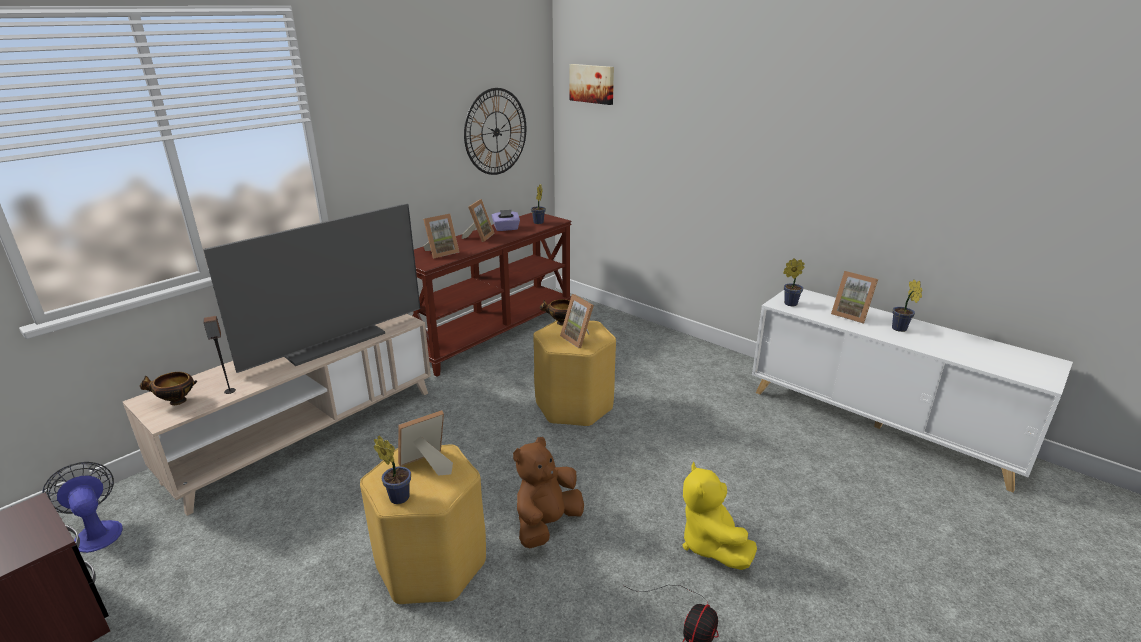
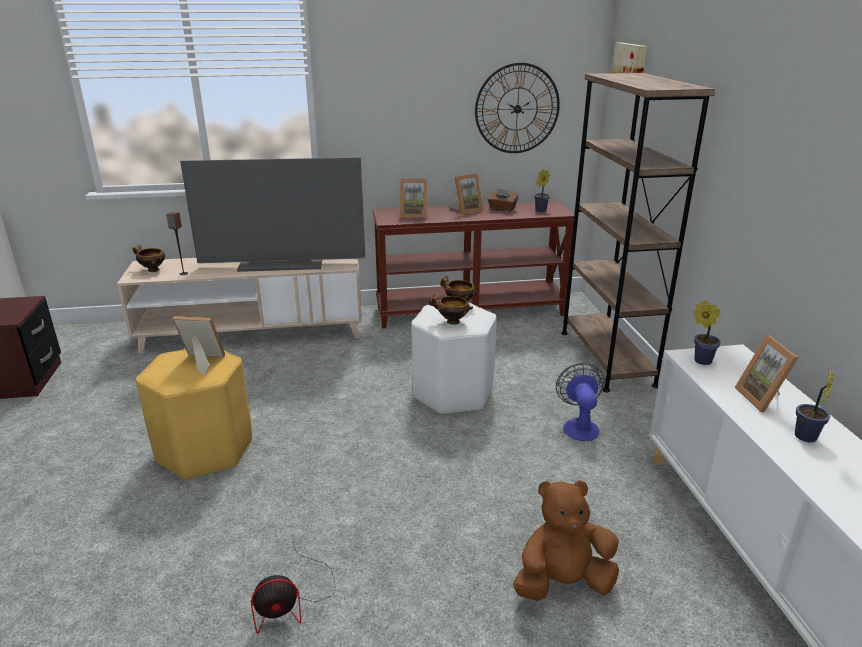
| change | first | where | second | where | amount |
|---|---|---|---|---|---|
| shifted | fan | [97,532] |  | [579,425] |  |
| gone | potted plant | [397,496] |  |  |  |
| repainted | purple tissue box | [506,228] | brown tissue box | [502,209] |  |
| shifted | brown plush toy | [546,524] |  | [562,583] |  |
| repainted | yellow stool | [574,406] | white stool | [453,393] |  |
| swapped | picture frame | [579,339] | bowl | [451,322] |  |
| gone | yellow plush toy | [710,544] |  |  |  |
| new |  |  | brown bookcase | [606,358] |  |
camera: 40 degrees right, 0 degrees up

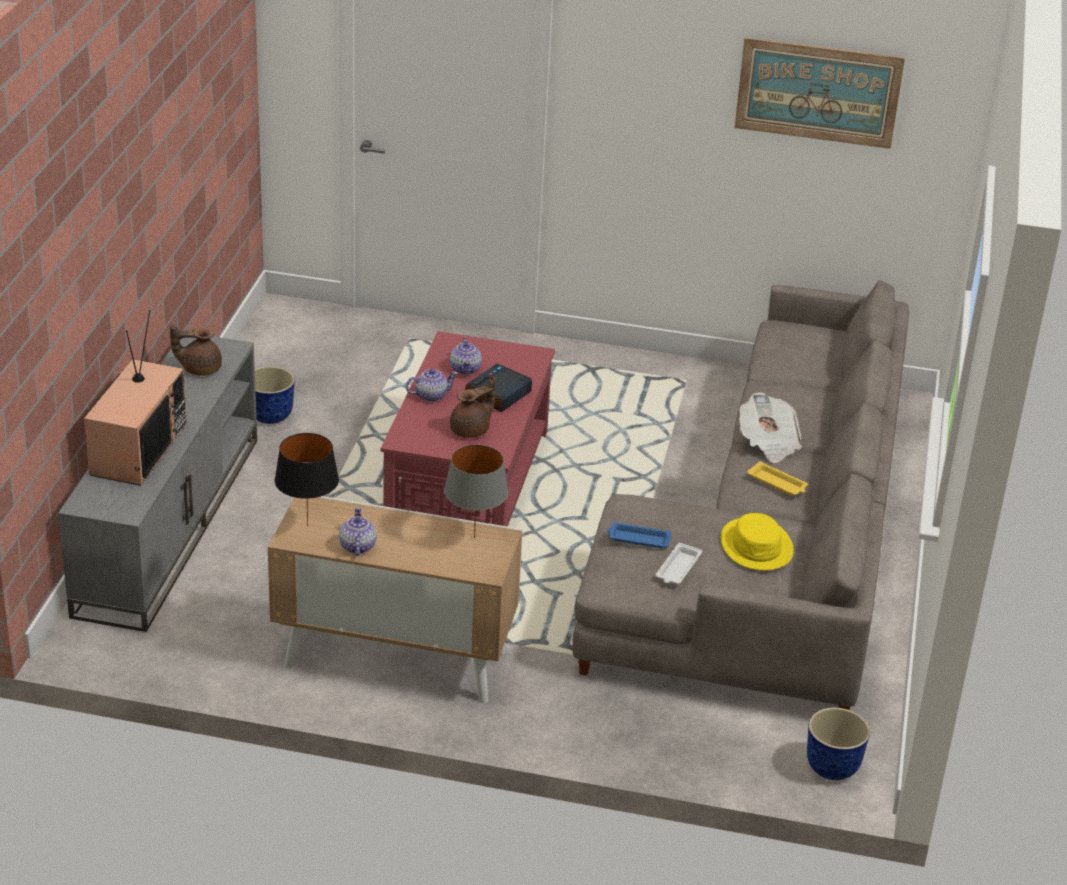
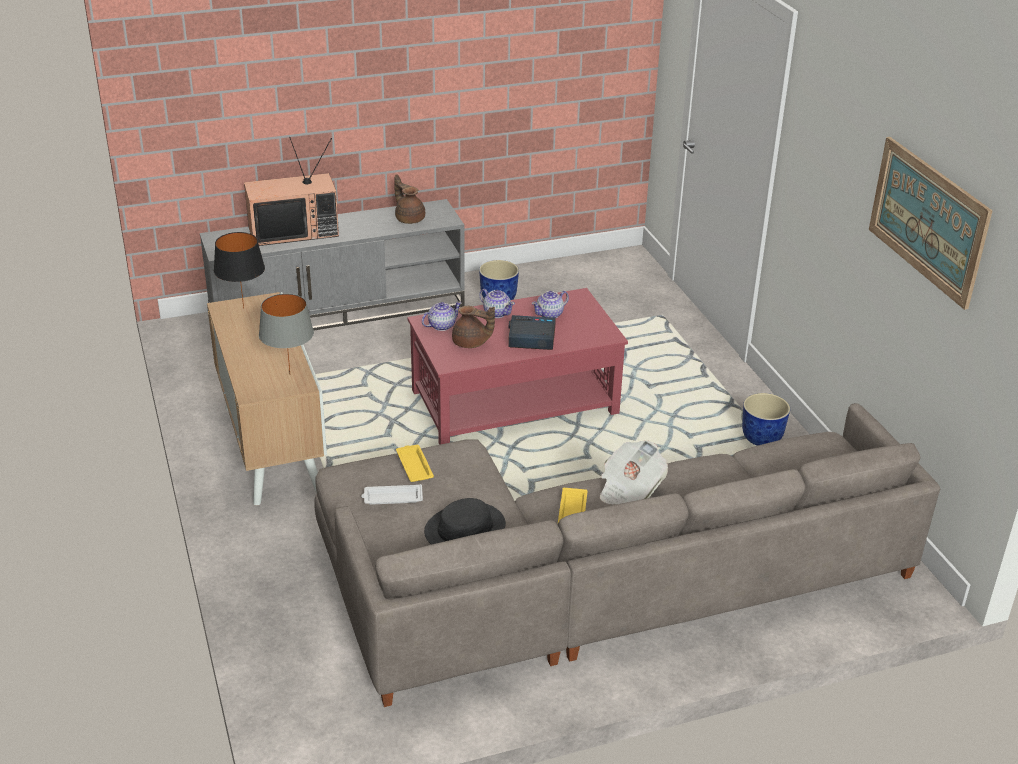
| change | first | where | second | where | amount |
|---|---|---|---|---|---|
| shifted | teapot | [357,547] |  | [441,326] |  |
| repainted | blue tray | [638,539] | yellow tray | [414,466] |  |
| repainted | yellow hat | [756,546] | black hat | [465,529] |  |
| shifted | planter | [833,768] |  | [761,439] |  |
camera: 60 degrees right, 0 degrees up

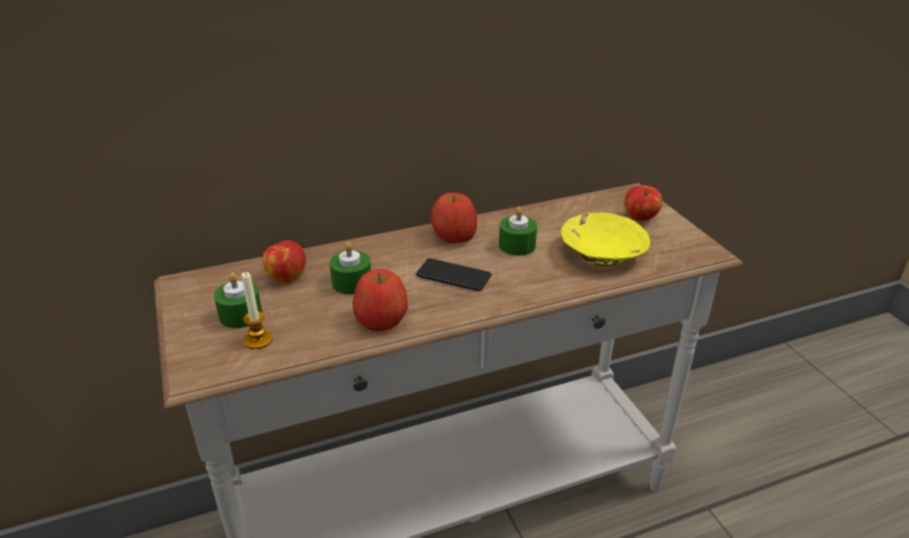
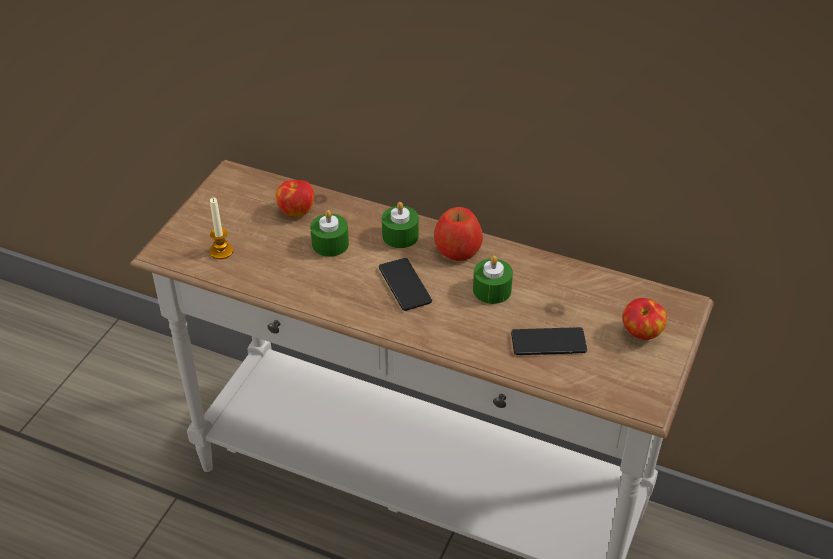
| change | first | where | second | where | amount |
|---|---|---|---|---|---|
| shifted | green candle | [240,315] |  | [400,236] |  |
| gone | apple | [381,319] |  |  |  |
| swapped | yellow bowl | [601,253] | phone | [548,342] |  |
camera: 45 degrees right, 10 degrees up

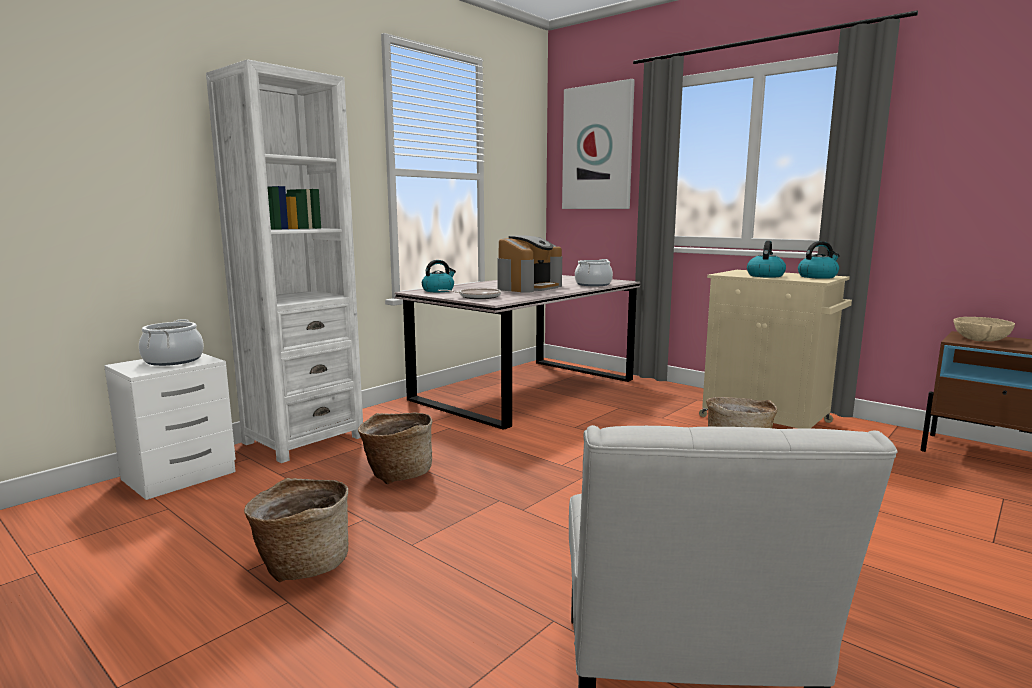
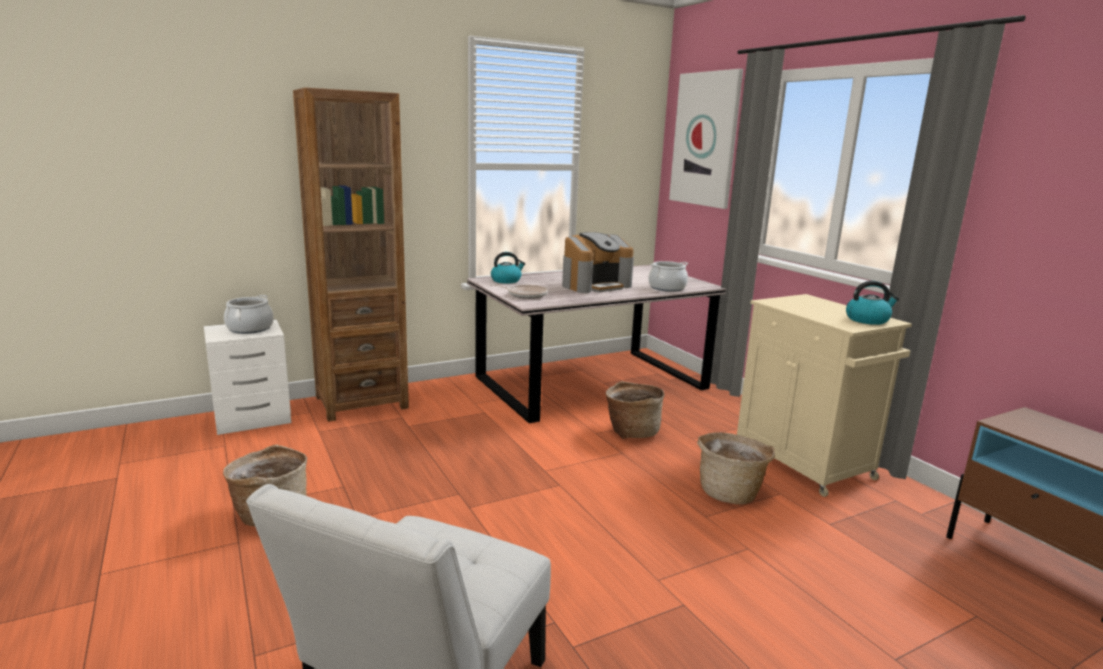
| change | first | where | second | where | amount |
|---|---|---|---|---|---|
| repainted | white bookcase | [303,440] | brown bookcase | [361,402] |  |
| shifted | basket | [397,474] |  | [631,432] |  |
| gone | kettle | [765,276] |  |  |  |
| gone | beige bowl | [980,339] |  |  |  |
camera: 20 degrees right, 5 degrees up

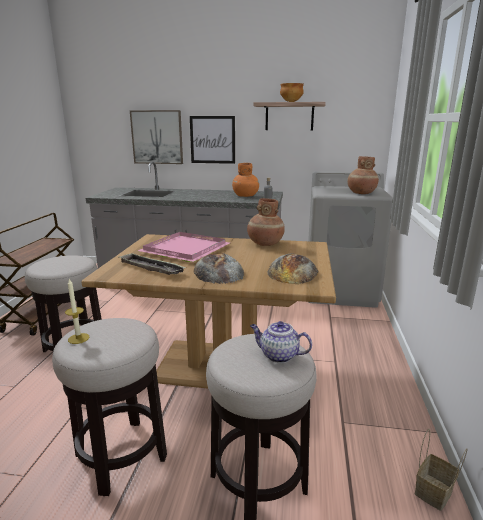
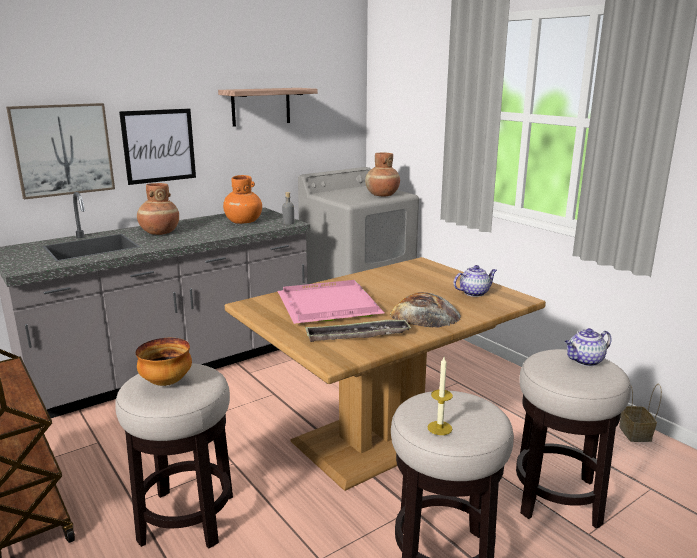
| change | first | where | second | where | amount |
|---|---|---|---|---|---|
| shifted | brown vase | [265,243] |  | [159,232] |  |
| swapped | bread | [293,272] | teapot | [474,293] |  |
| shifted | bowl | [291,102] |  | [166,382] |  |
camera: 45 degrees left, 0 degrees up

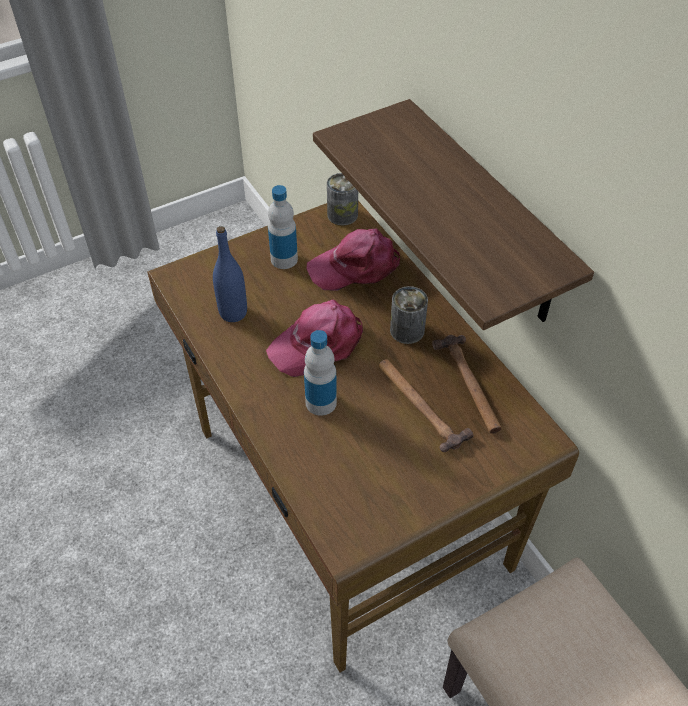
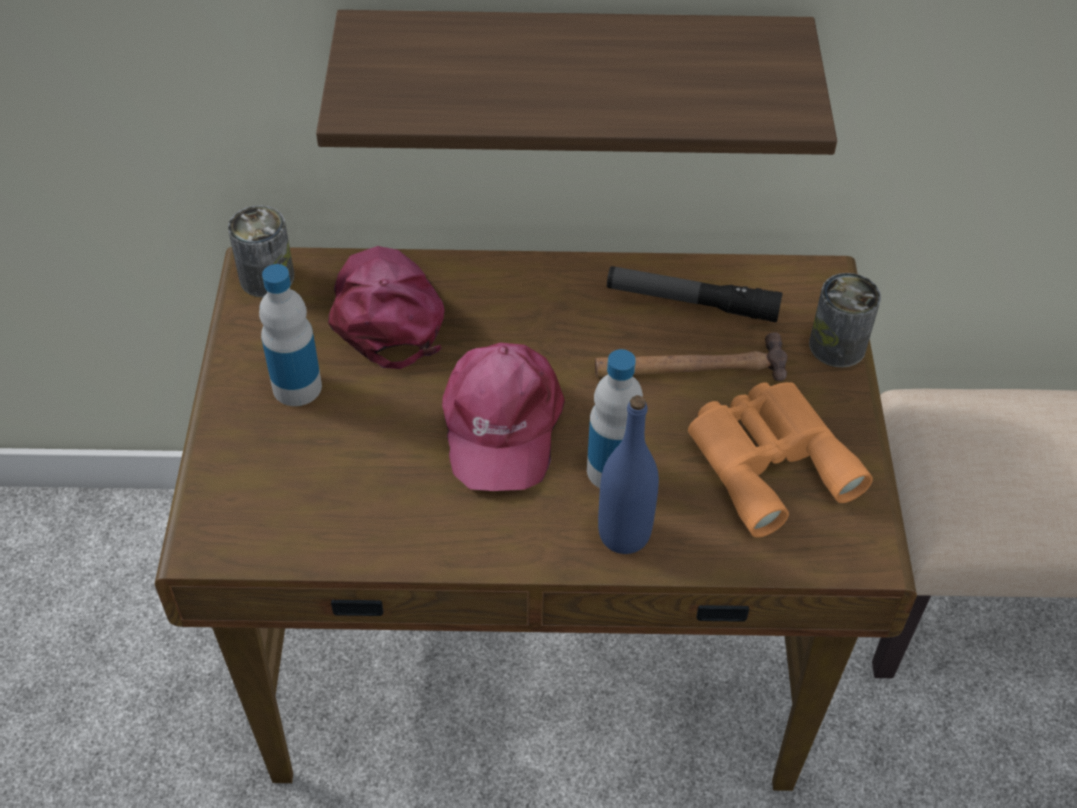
| change | first | where | second | where | amount |
|---|---|---|---|---|---|
| shifted | blue bottle | [233,313] |  | [624,534] |  |
| rotated | pink cap | [355,267] |  | [387,313] | 150 degrees clockwise |
| shifted | can | [407,330] |  | [837,346] |  |
| swapped | hammer | [469,385] | flashlight | [691,302] |  |
| new |  |  | orange binoculars | [768,459] |  |
camera: 60 degrees left, 0 degrees up

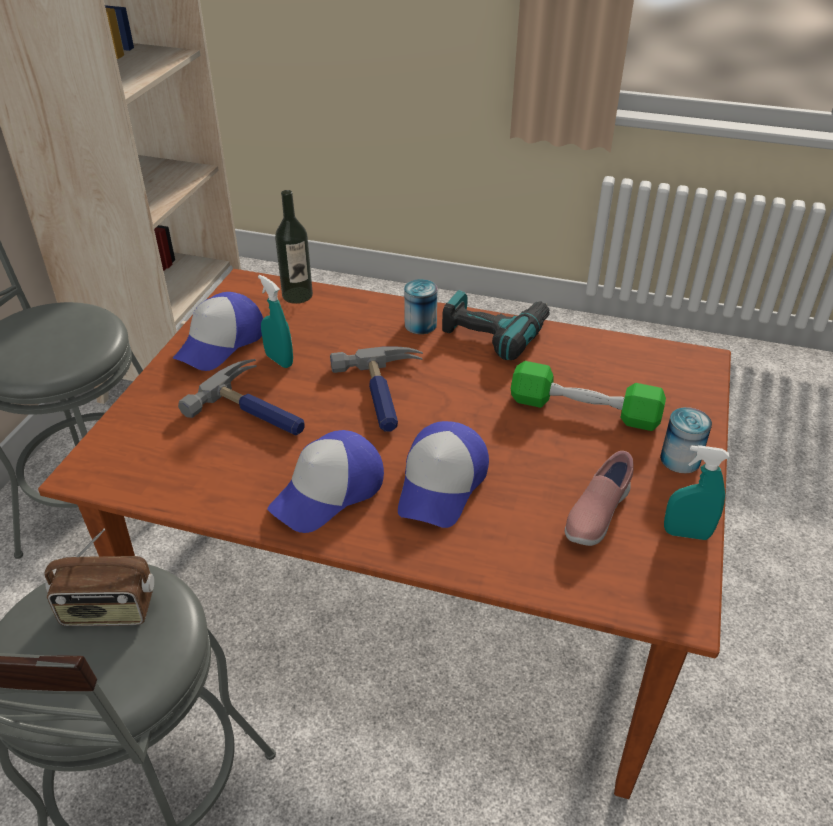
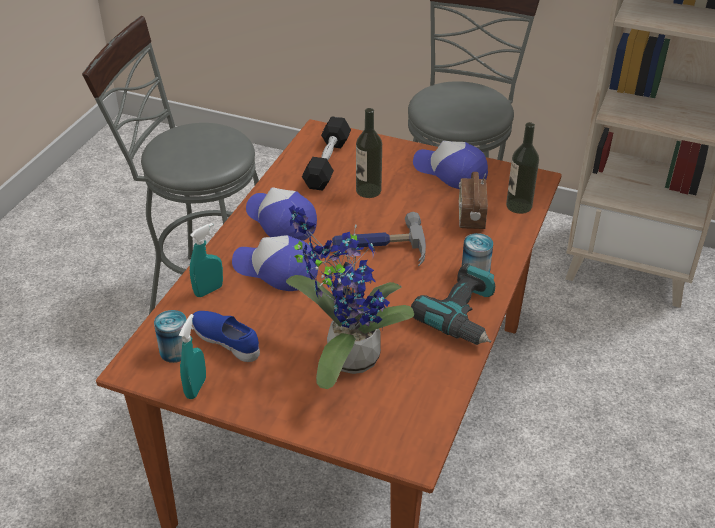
| change | first | where | second | where | amount |
|---|---|---|---|---|---|
| shifted | radio | [108,611] |  | [470,217] |  |
| swapped | hammer | [257,410] | bottle | [368,190] |  |
| shifted | turquoise spray bottle | [279,360] |  | [209,290] |  |
| swapped | green dumbbell | [584,410] | potted plant | [346,356] |  |
| repainted | pink shoe | [596,515] | blue shoe | [227,342] |  |
| shifted | can | [680,459] |  | [175,351] |  |
| new |  |  | black dumbbell | [327,163] |  |
camera: 95 degrees right, 0 degrees up

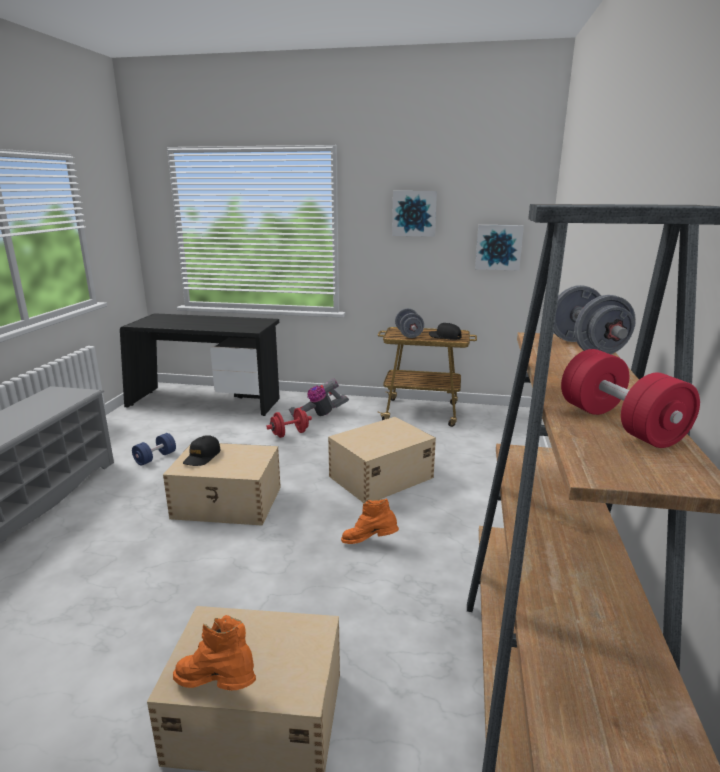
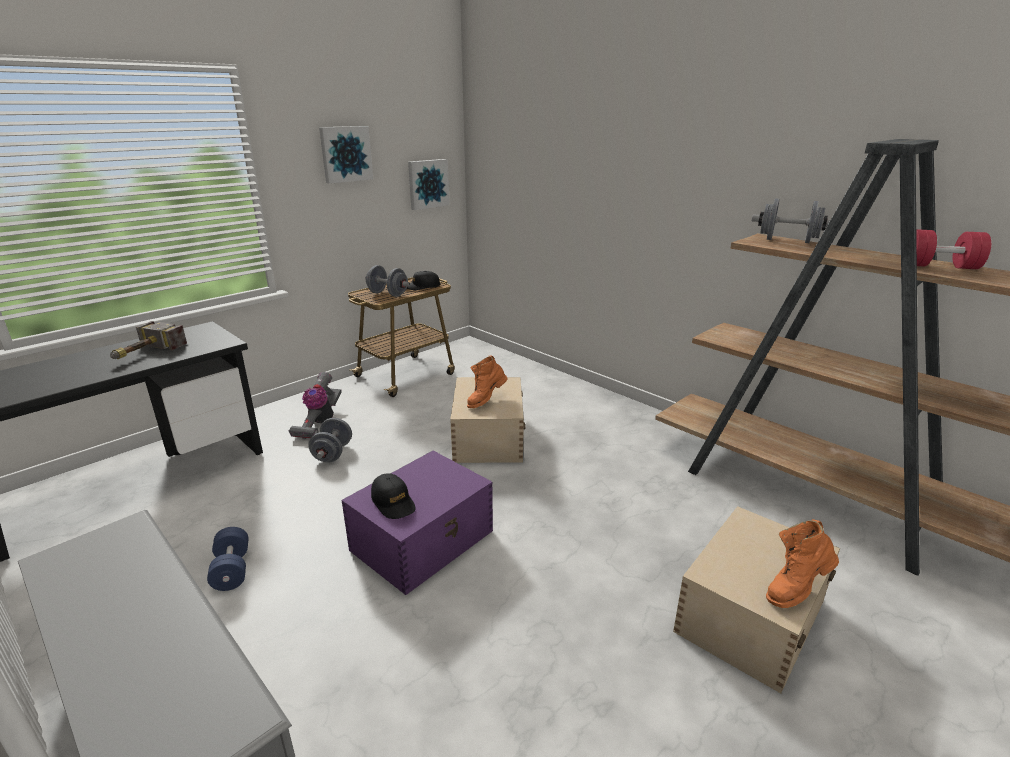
| change | first | where | second | where | amount |
|---|---|---|---|---|---|
| repainted | beige storage box | [228,502] | purple storage box | [424,540] |  |
| repainted | red dumbbell | [290,434] | grey dumbbell | [332,453] |  |
| shifted | orange boot | [369,543] |  | [486,400] |  |
| new |  |  | hammer | [144,353] |  |
camera: 55 degrees left, 5 degrees up

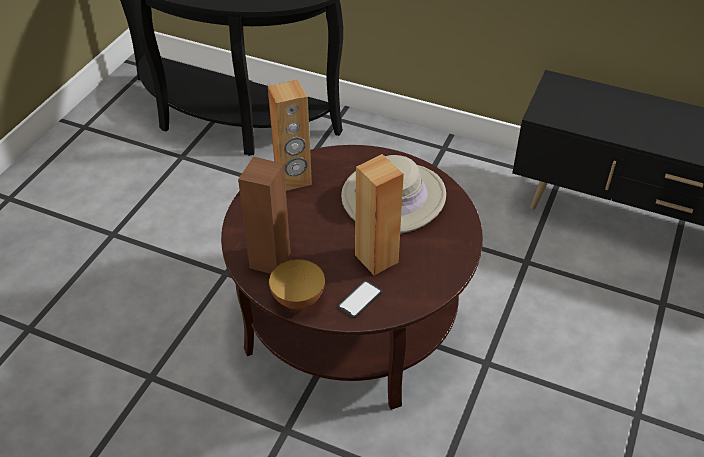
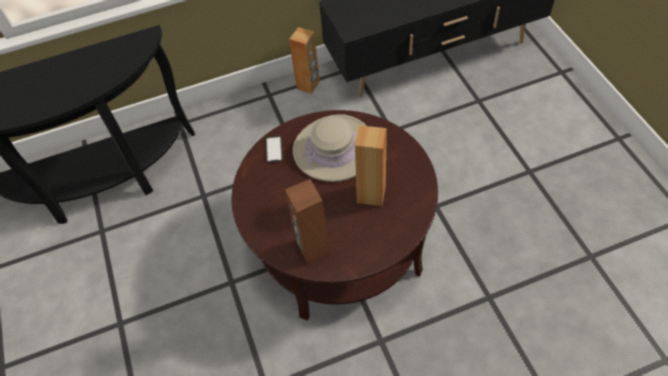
| change | first | where | second | where | amount |
|---|---|---|---|---|---|
| shifted | brown speaker | [293,179] |  | [308,85] |  |
| gone | bowl | [298,300] |  |  |  |
| shifted | phone | [360,299] |  | [274,149] |  |
camera: 40 degrees left, 10 degrees up

